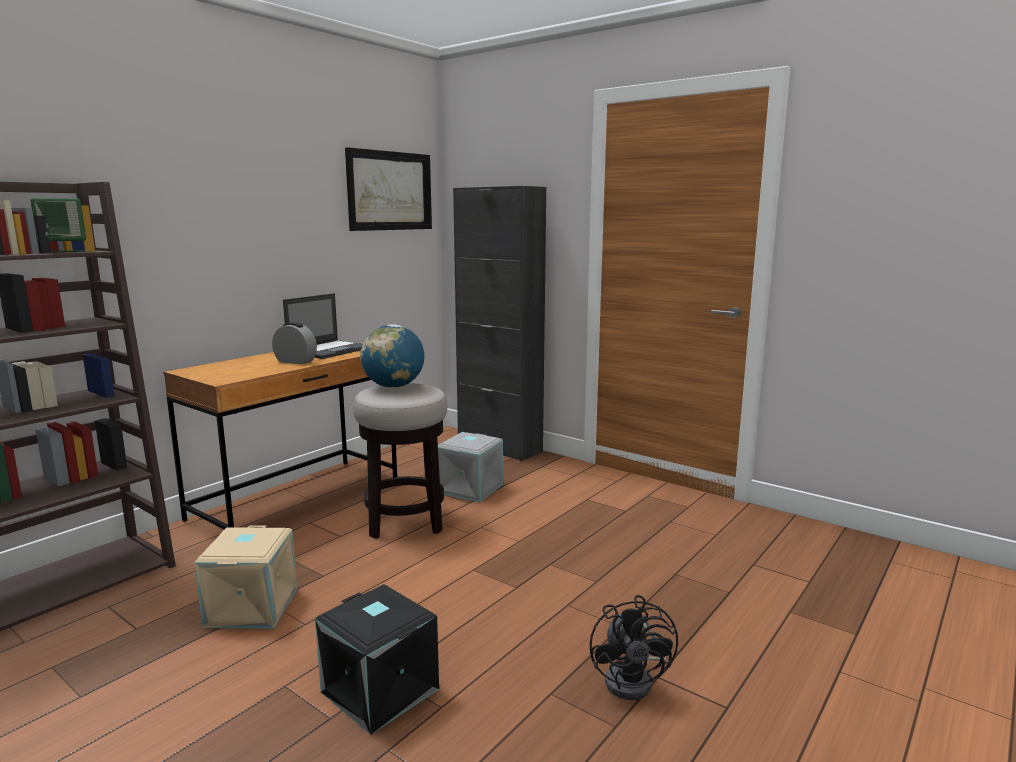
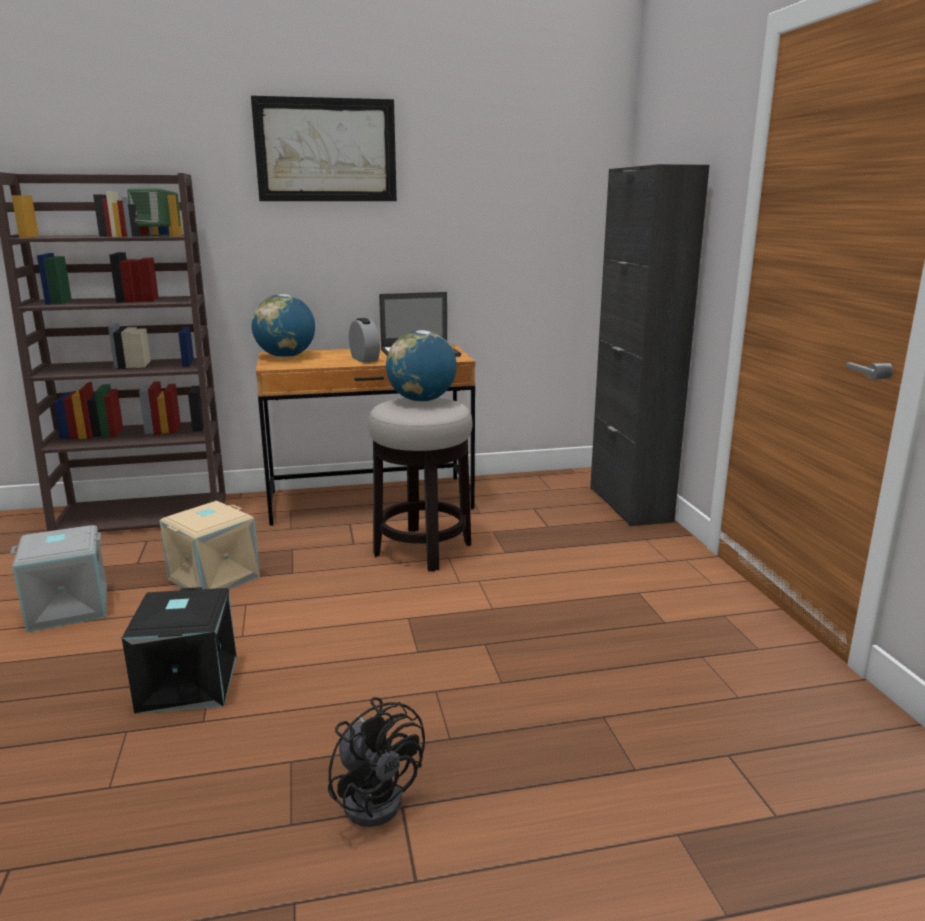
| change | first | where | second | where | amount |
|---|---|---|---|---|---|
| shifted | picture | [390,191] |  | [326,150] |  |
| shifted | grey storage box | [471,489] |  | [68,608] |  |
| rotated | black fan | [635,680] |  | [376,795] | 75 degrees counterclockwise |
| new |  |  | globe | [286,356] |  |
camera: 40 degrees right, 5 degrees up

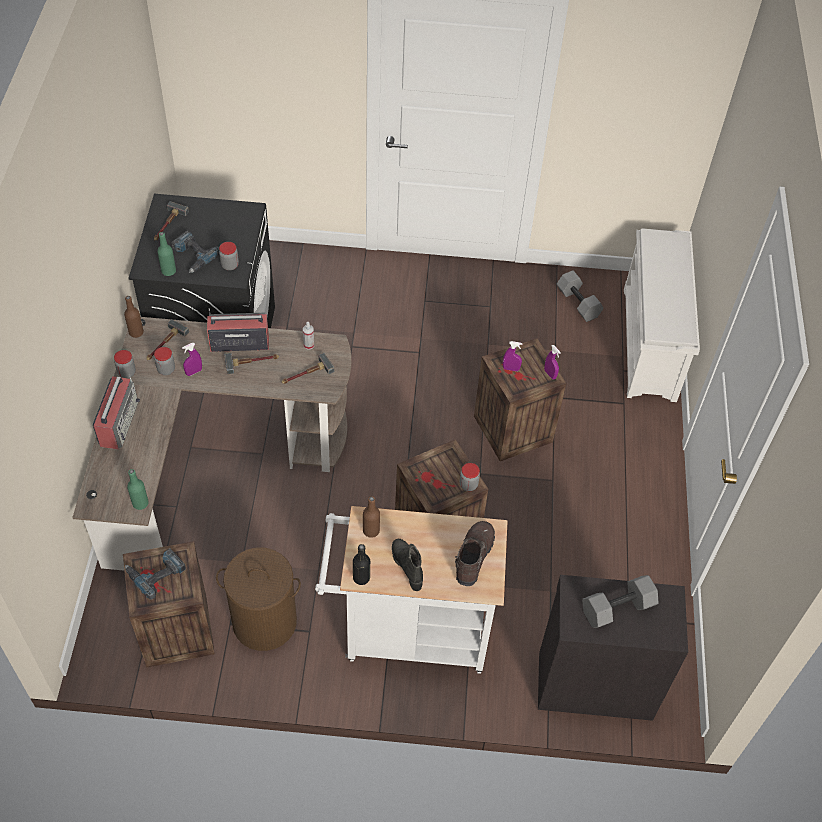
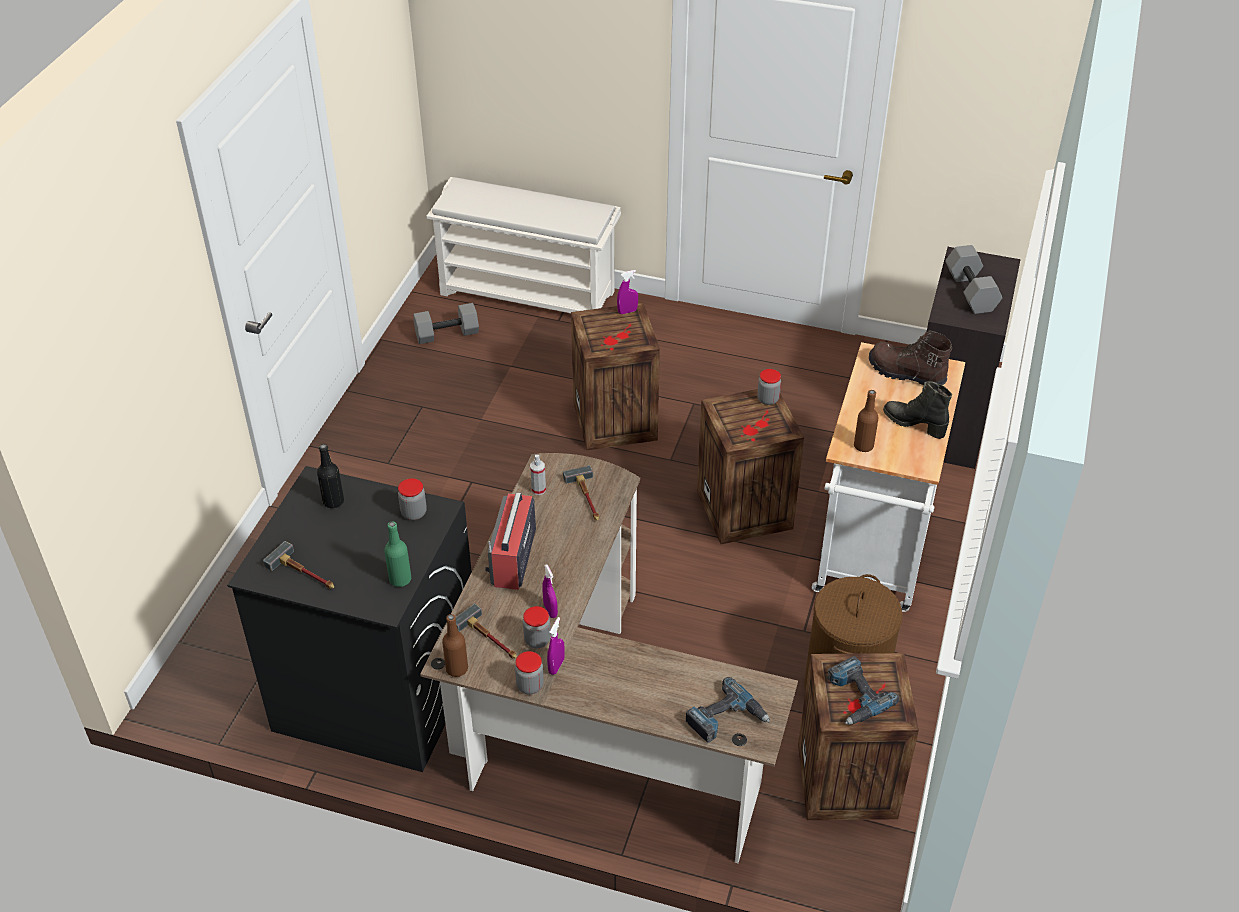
| change | first | where | second | where | amount |
|---|---|---|---|---|---|
| gone | radio | [119,422] |  |  |  |
| gone | green bottle | [140,503] |  |  |  |
| shifted | power drill | [192,256] |  | [726,719] |  |
| gone | hammer | [252,362] |  |  |  |
| shifted | black bottle | [361,578] |  | [333,501] |  |
| rotated | black boot | [408,567] |  | [914,424] | 45 degrees clockwise |
| shifted | purple spray bottle | [511,368] |  | [556,666] |  |
camera: 75 degrees left, 10 degrees down

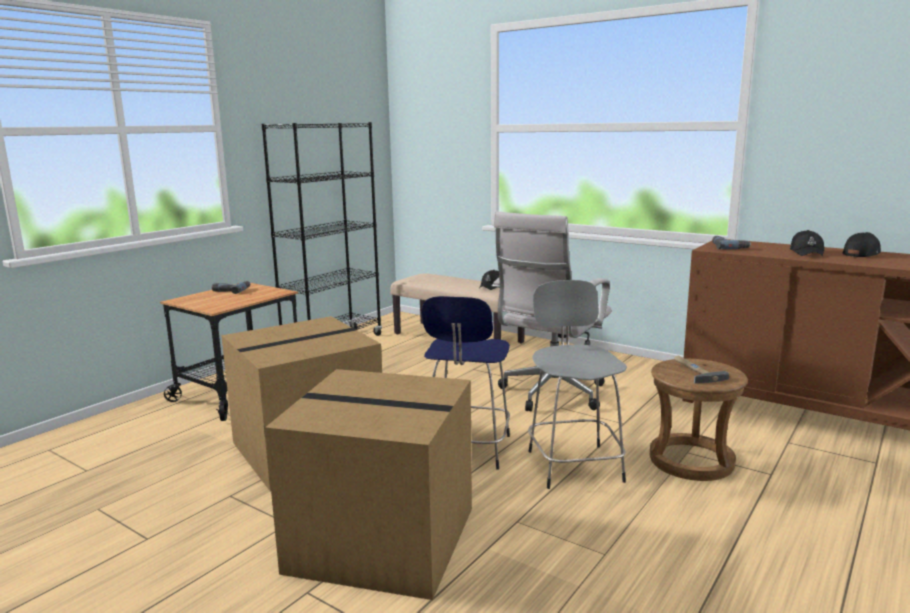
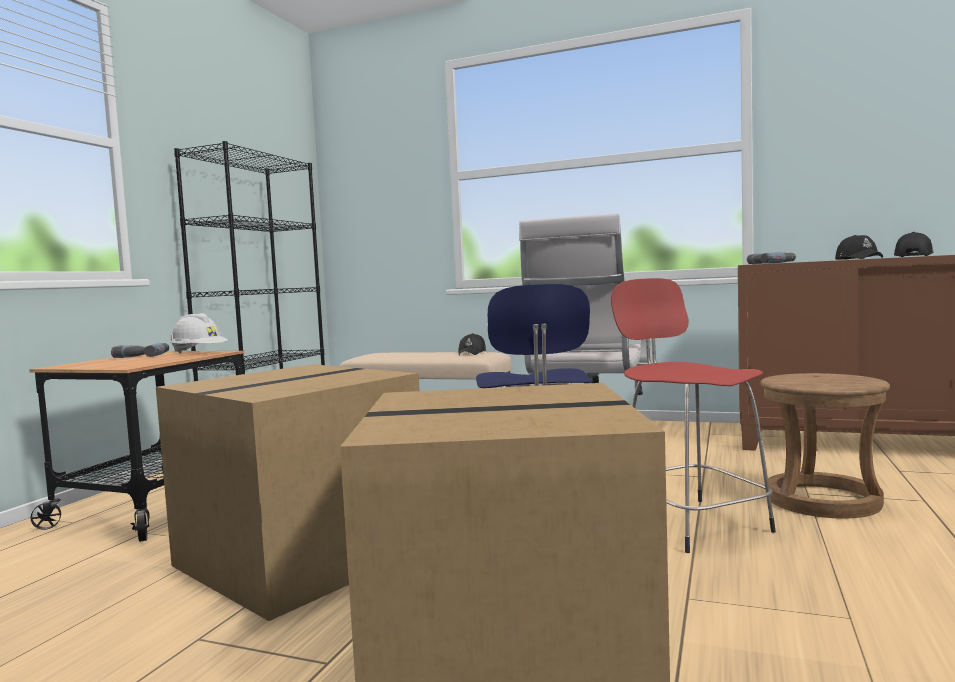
| change | first | where | second | where | amount |
|---|---|---|---|---|---|
| repainted | grey stool | [573,464] | red stool | [690,522] |  |
| gone | hammer | [693,371] |  |  |  |
| new |  |  | white hard hat | [199,353] |  |
camera: 15 degrees left, 10 degrees down

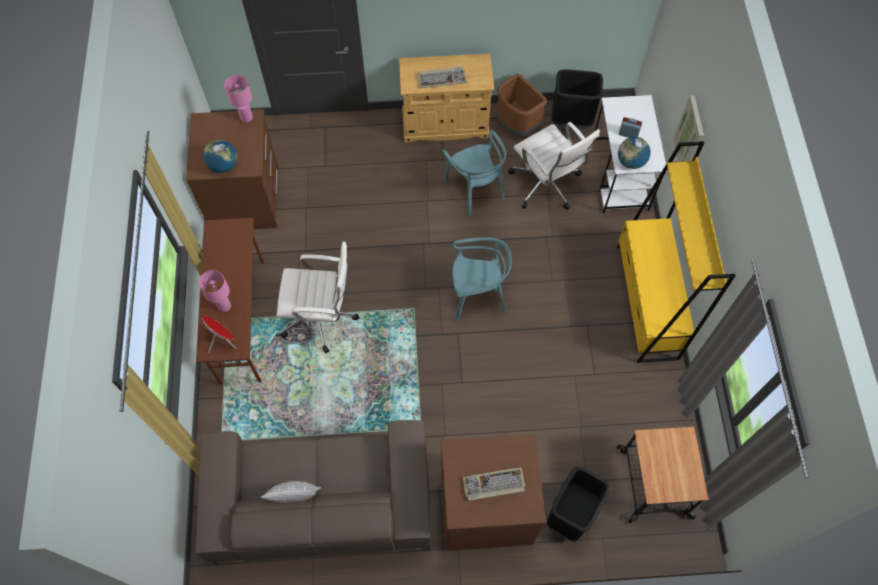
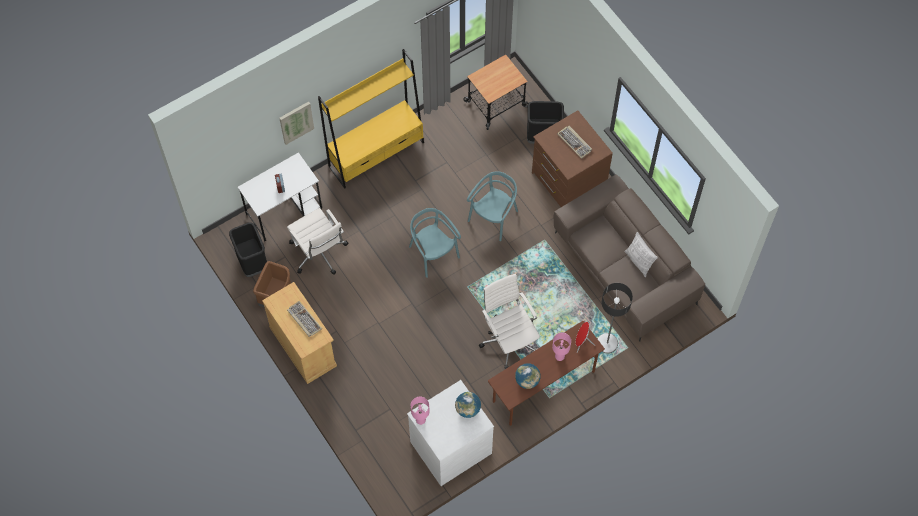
| change | first | where | second | where | amount |
|---|---|---|---|---|---|
| repainted | brown dresser | [246,198] | white dresser | [450,446] |  |
| shifted | turquoise chair | [475,190] |  | [494,218] |  |
| rotated | white office chair | [546,185] |  | [319,253] | 120 degrees clockwise |
| shifted | globe | [631,162] |  | [527,380] |  |
| new |  |  | floor lamp | [607,343] |  |
camera: 120 degrees left, 0 degrees up

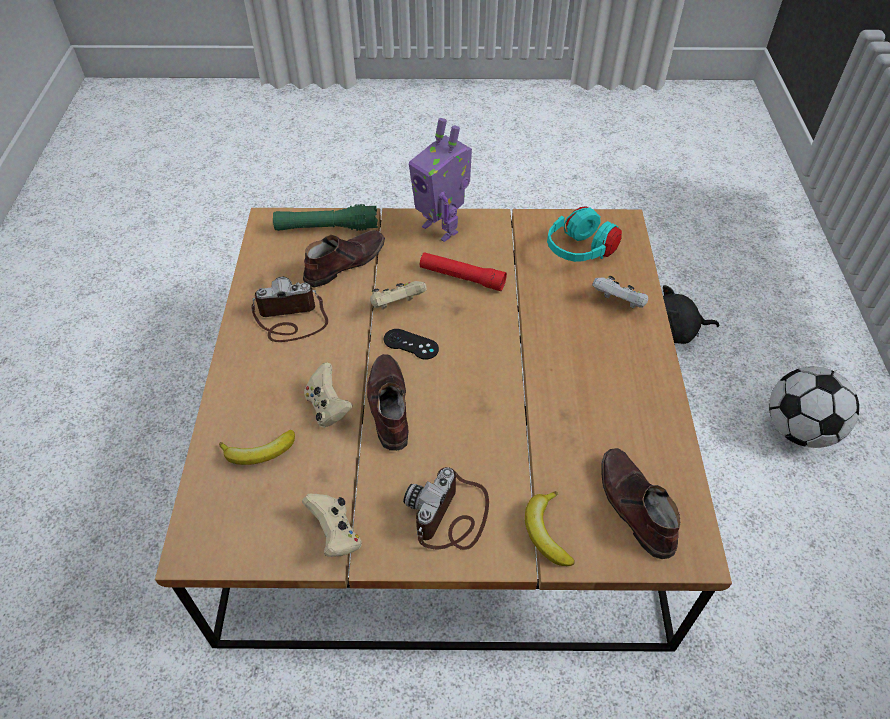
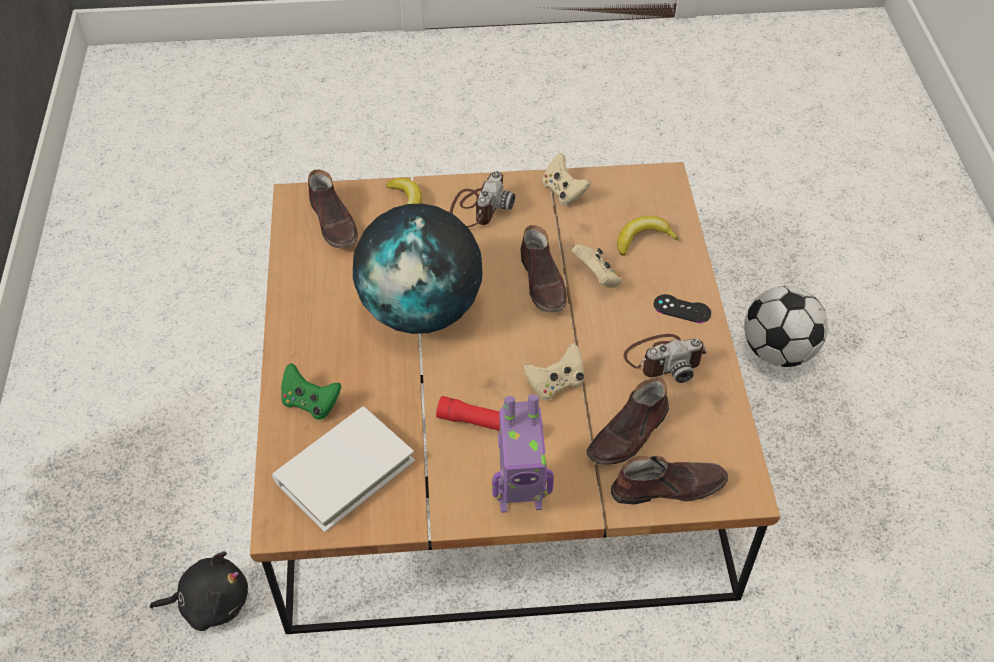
| change | first | where | second | where | amount |
|---|---|---|---|---|---|
| swapped | green flashlight | [326,228] | brown shoe | [667,486] |  |
| shifted | black game controller | [411,344] |  | [682,309] |  |
| rotated | toy robot | [441,228] |  | [520,497] | 135 degrees clockwise |
| swapped | turquoise headphones | [580,252] | white book | [344,471] |  |
| repainted | white game controller | [619,303] | green game controller | [310,403] |  |
| shifted | football | [798,430] |  | [778,351] |  |
| new |  |  | globe | [421,311] |  |
camera: 175 degrees right, 0 degrees up

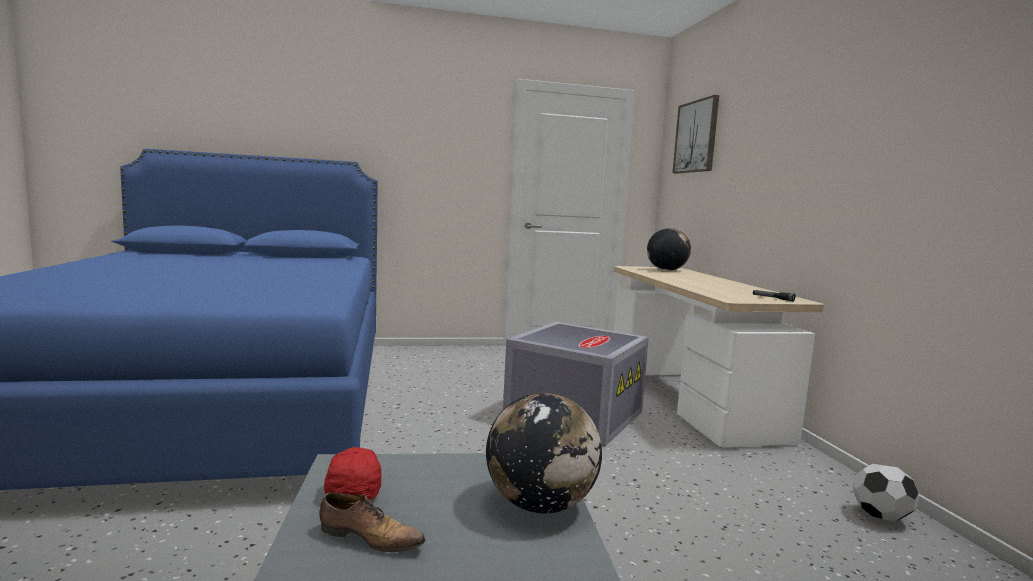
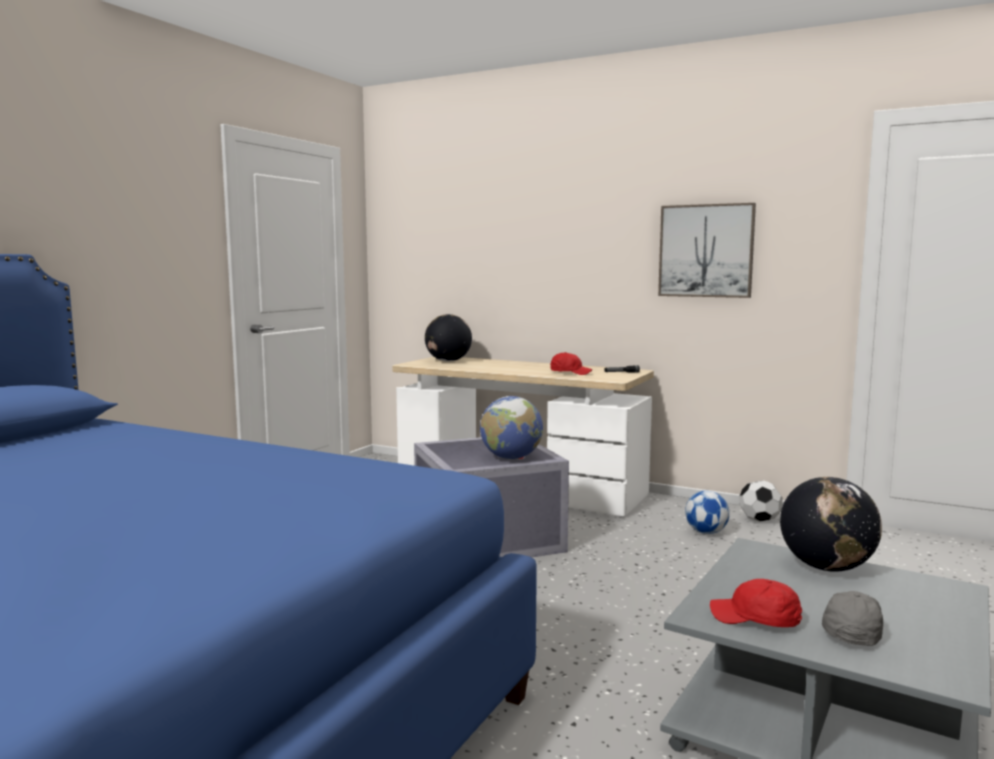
| change | first | where | second | where | amount |
|---|---|---|---|---|---|
| swapped | shoe | [369,538] | grey cap | [852,631] |  |
| shifted | picture | [696,137] |  | [706,251] |  |
| new |  |  | globe | [511,458] |  |
| new |  |  | red cap | [570,373] |  |
| new |  |  | football | [706,532] |  |
camera: 50 degrees left, 0 degrees up

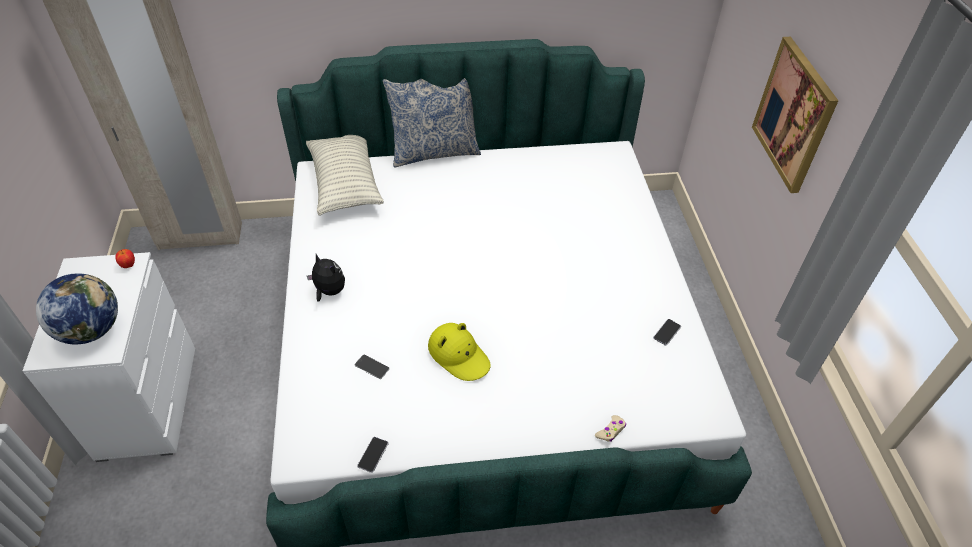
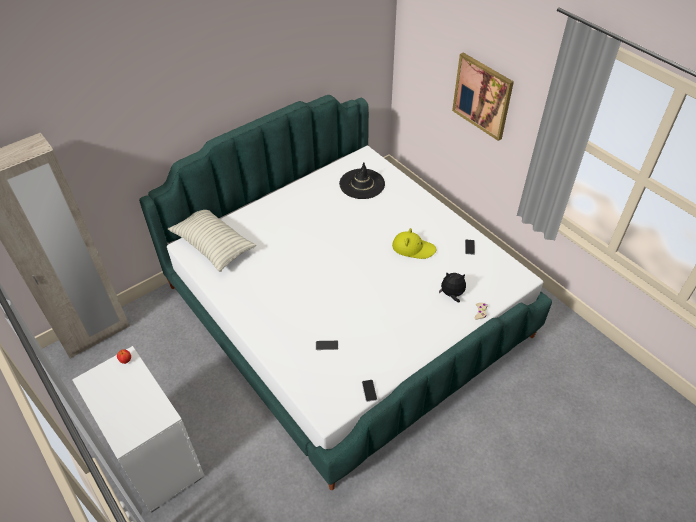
| change | first | where | second | where | amount |
|---|---|---|---|---|---|
| gone | globe | [91,330] |  |  |  |
| shifted | plush toy | [329,291] |  | [452,295] |  |
| gone | pillow | [434,152] |  |  |  |
| shifted | yellow hat | [459,355] |  | [413,248] |  |
| new |  |  | black hat | [362,184] |  |
camera: 30 degrees left, 0 degrees up

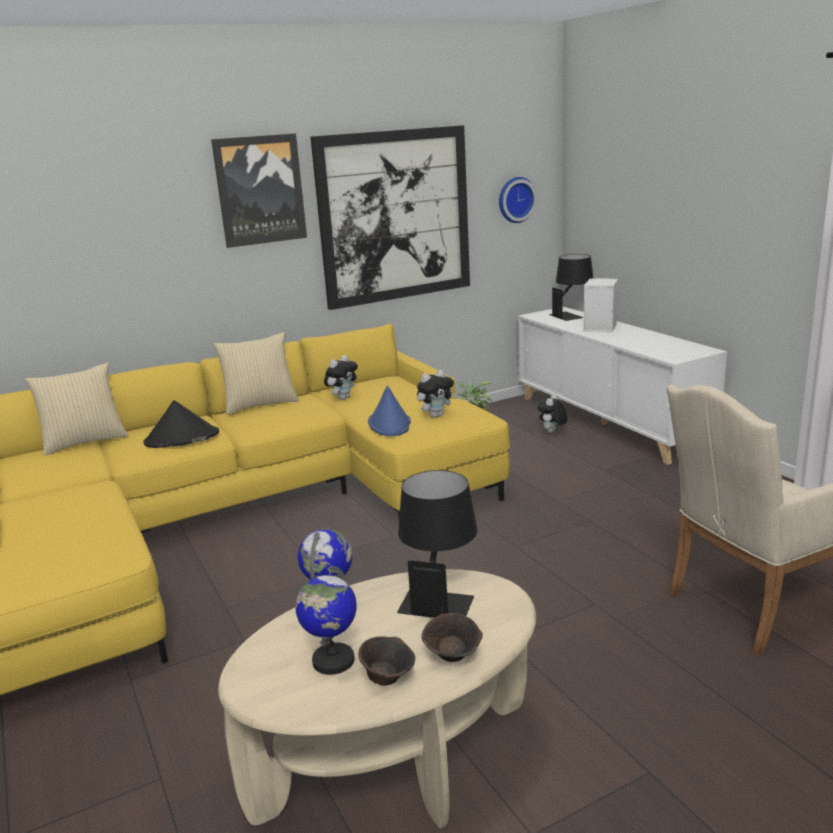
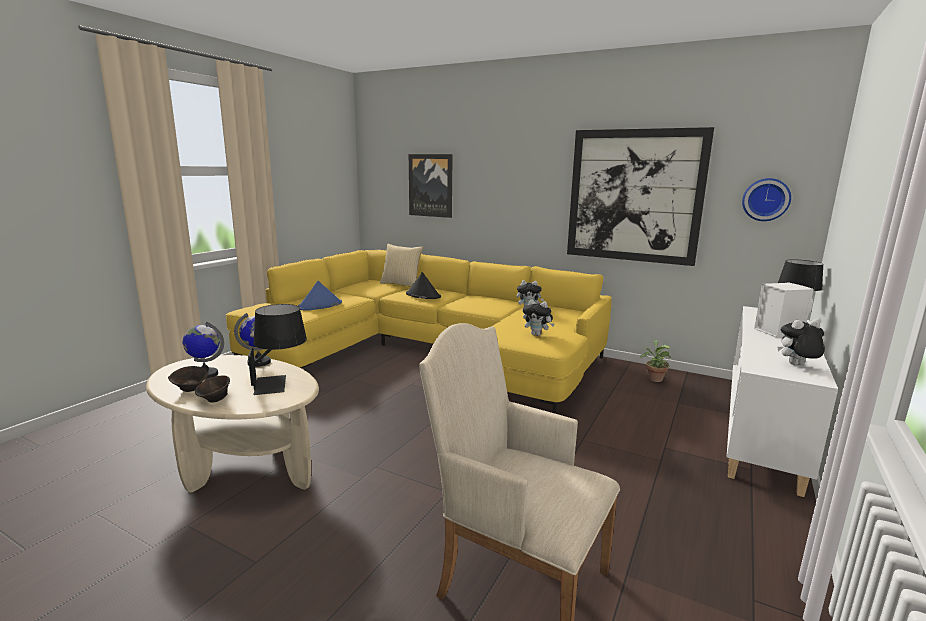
| change | first | where | second | where | amount |
|---|---|---|---|---|---|
| shifted | picture | [260,190] |  | [431,185] |  |
| gone | pillow | [260,404] |  |  |  |
| shifted | blue hat | [389,423] |  | [320,305] |  |
| shifted | plush toy | [552,432] |  | [796,365] |  |
camera: 55 degrees right, 5 degrees down

